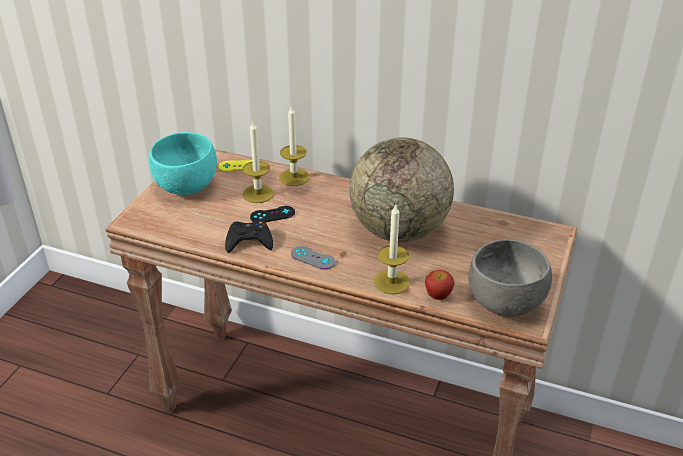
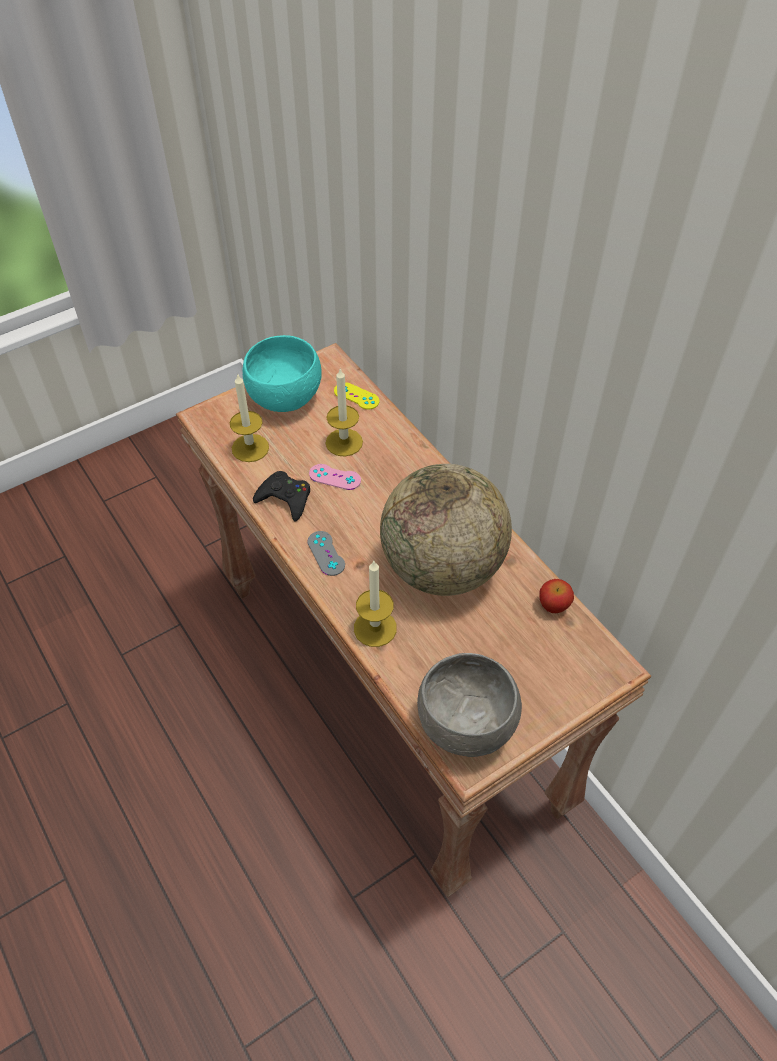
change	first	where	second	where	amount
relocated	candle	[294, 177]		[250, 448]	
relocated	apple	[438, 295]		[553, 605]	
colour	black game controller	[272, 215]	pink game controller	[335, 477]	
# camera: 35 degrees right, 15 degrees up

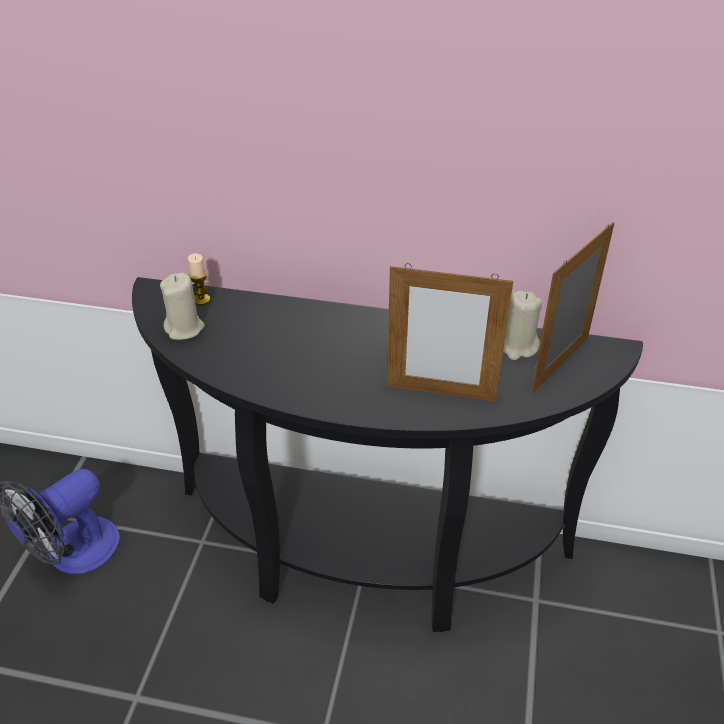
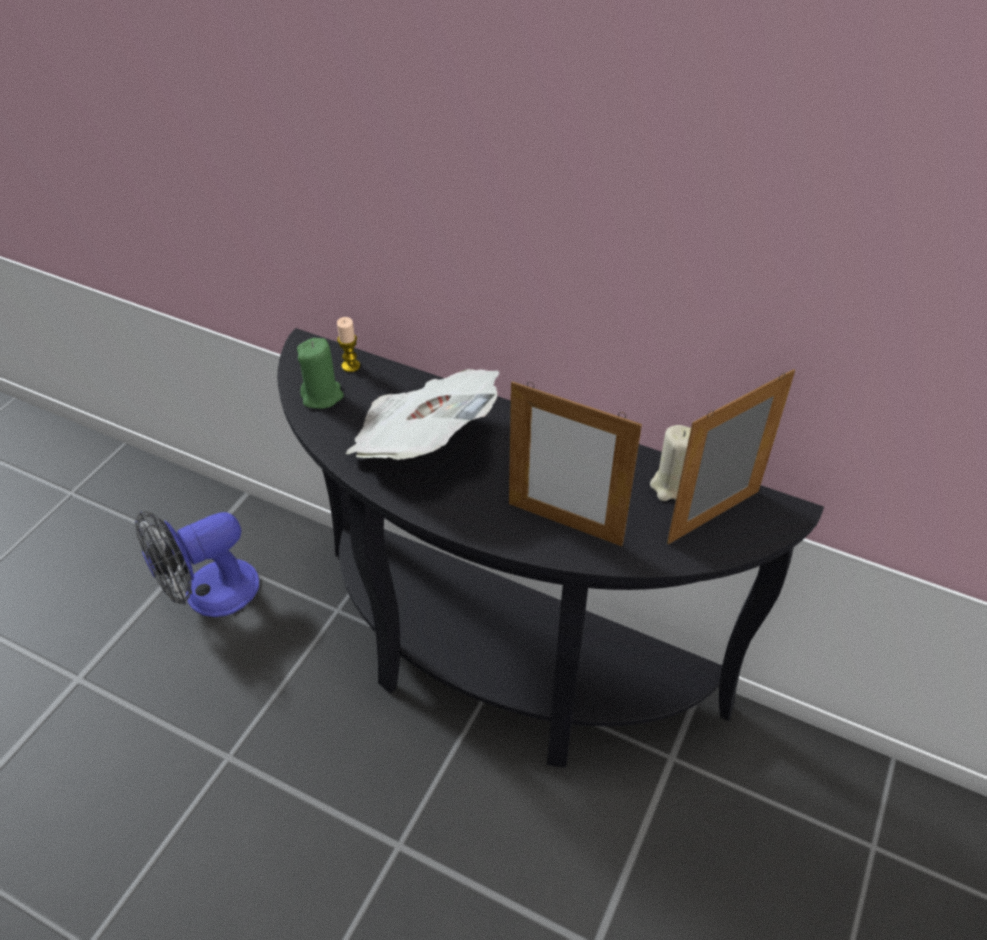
change	first	where	second	where	amount
appeared			newspaper	[423, 442]	
colour	beige candle	[185, 328]	green candle	[322, 396]	
# camera: 15 degrees right, 5 degrees up

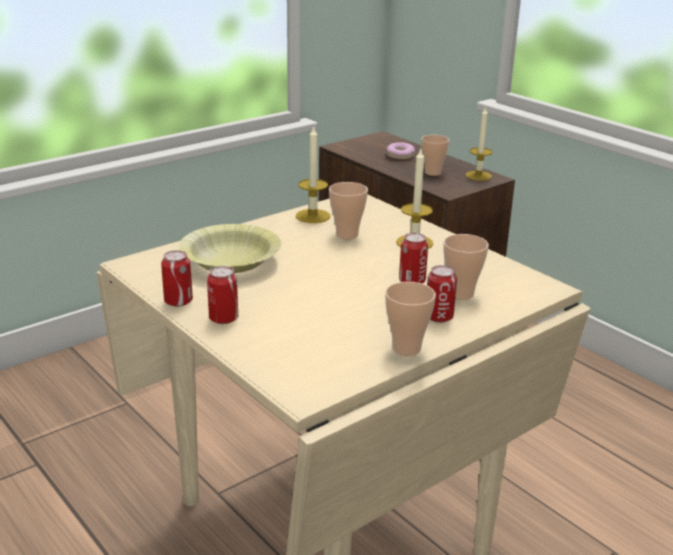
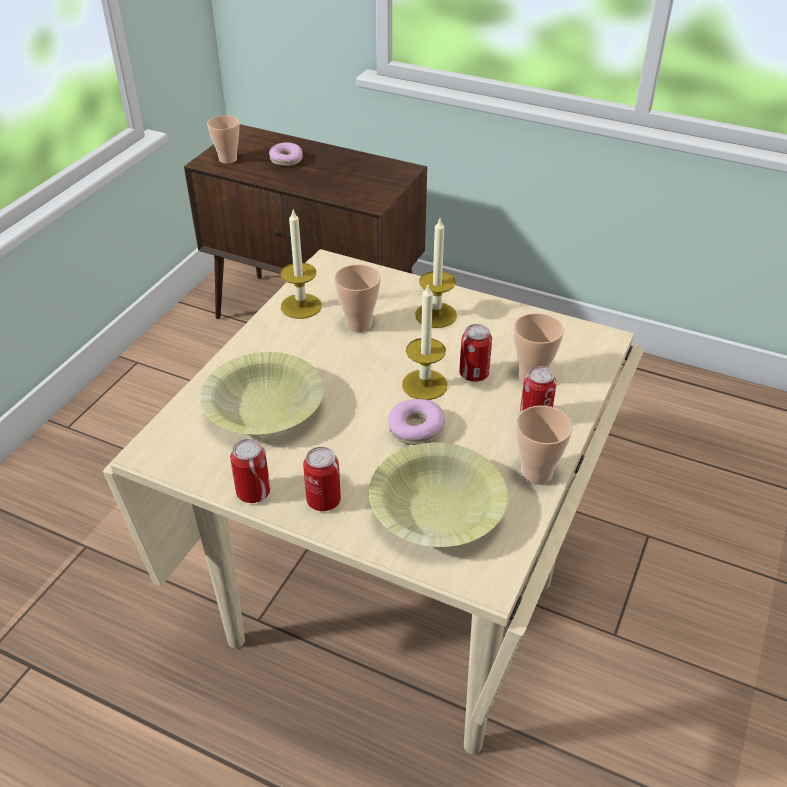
change	first	where	second	where	amount
appeared			yellow bowl	[436, 509]	
appeared			donut	[416, 429]	
relocated	cup	[432, 173]		[228, 159]	
relocated	candle	[478, 176]		[424, 385]	
# camera: 25 degrees left, 15 degrees up

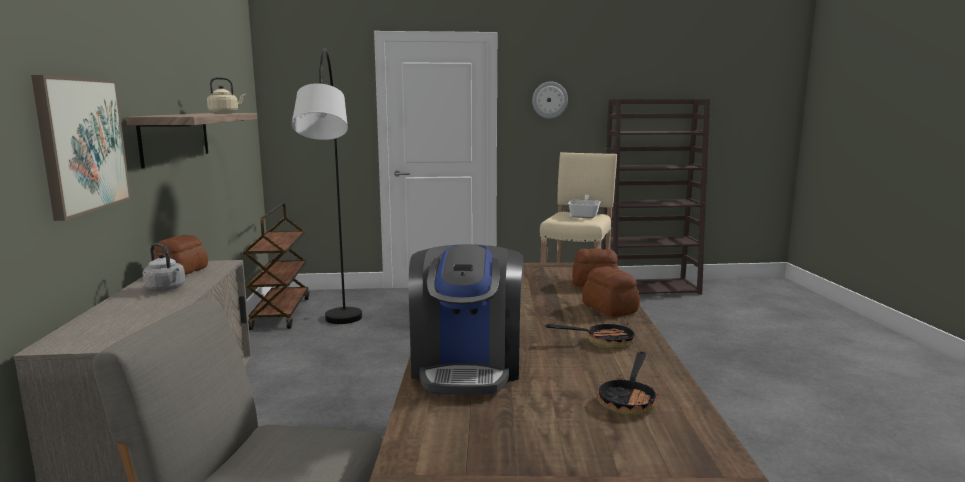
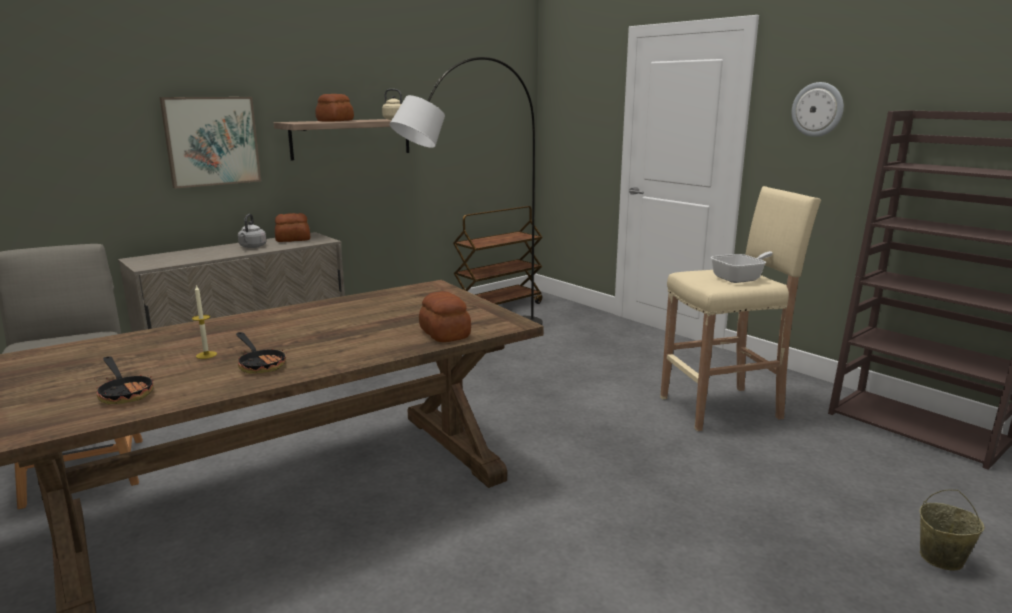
change	first	where	second	where	amount
missing	coffee machine	[467, 366]			
appeared			candle	[206, 355]	
appeared			beige bucket	[940, 558]	
relocated	bread	[609, 309]		[334, 121]	
spun	frying pan	[629, 400]		[125, 393]	120 degrees counterclockwise
# camera: 55 degrees right, 5 degrees up

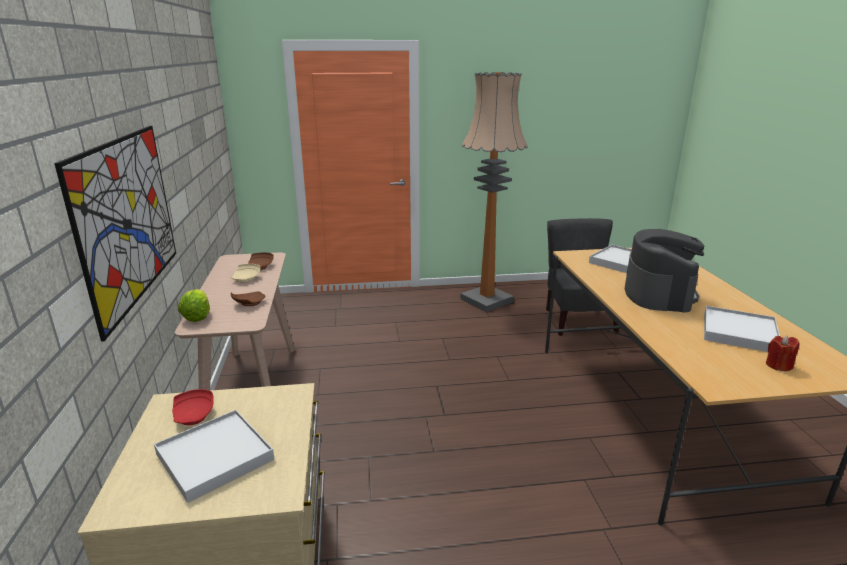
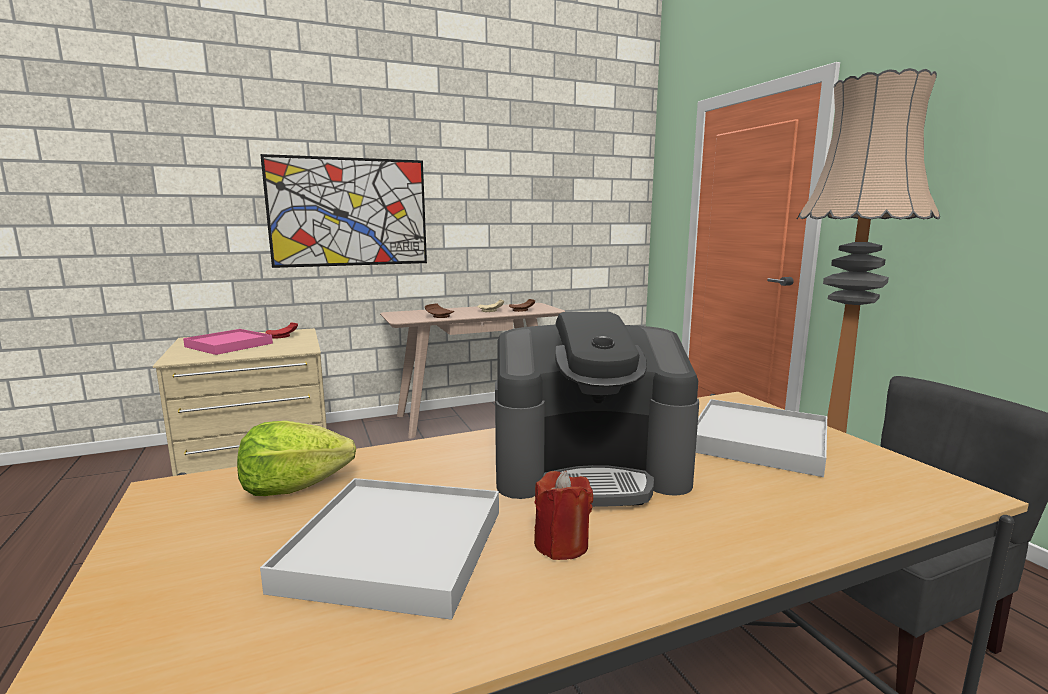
change	first	where	second	where	amount
relocated	lettuce	[197, 316]		[294, 486]	
relocated	red candle	[778, 365]		[561, 544]	
colour	white tray	[215, 457]	pink tray	[229, 345]	
# camera: 75 degrees right, 10 degrees down

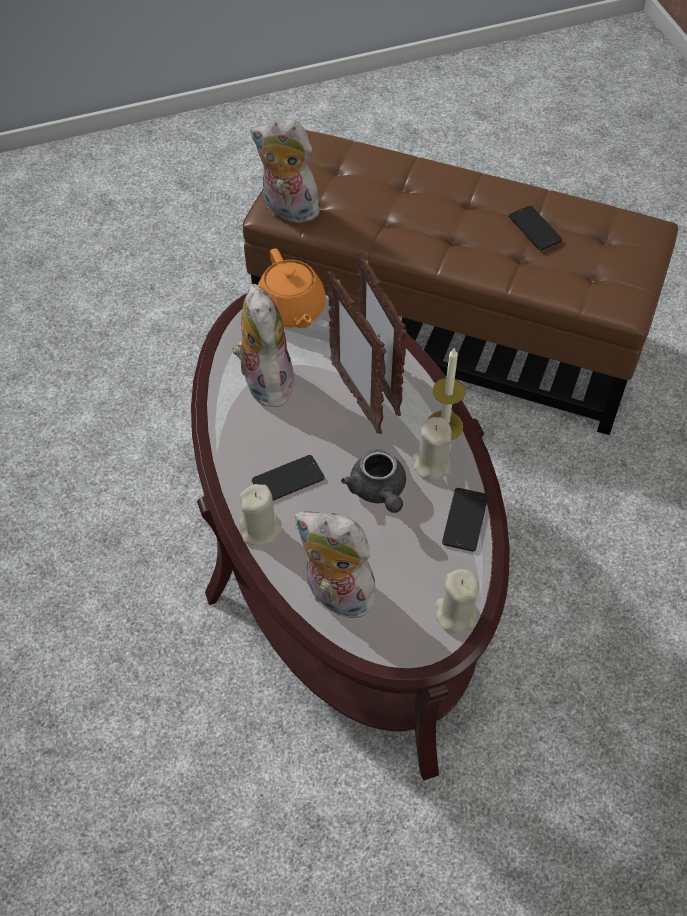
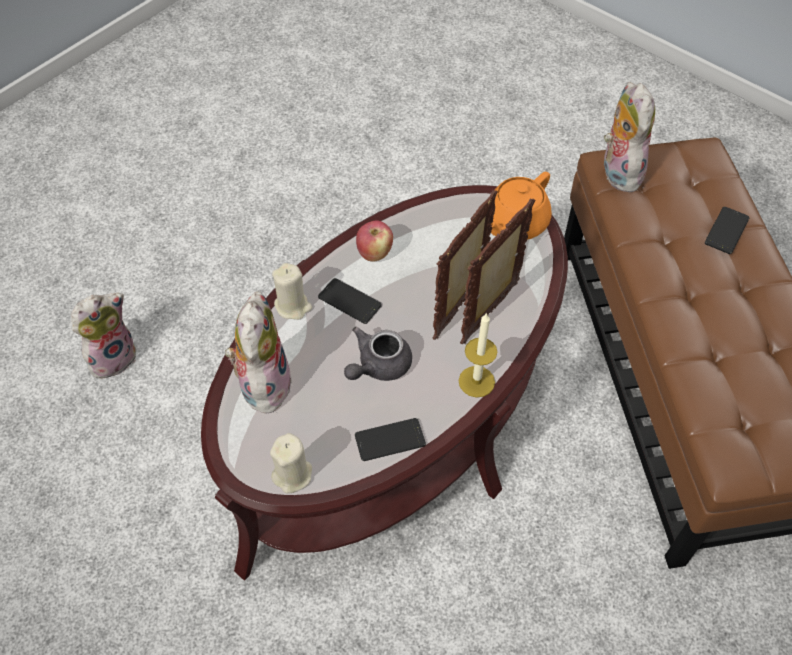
change	first	where	second	where	amount
missing	beige candle	[431, 464]			
appeared			apple	[374, 253]	
relocated	plush toy	[264, 382]		[113, 356]	
relocated	phone	[535, 228]		[726, 230]	
# camera: 60 degrees right, 0 degrees up

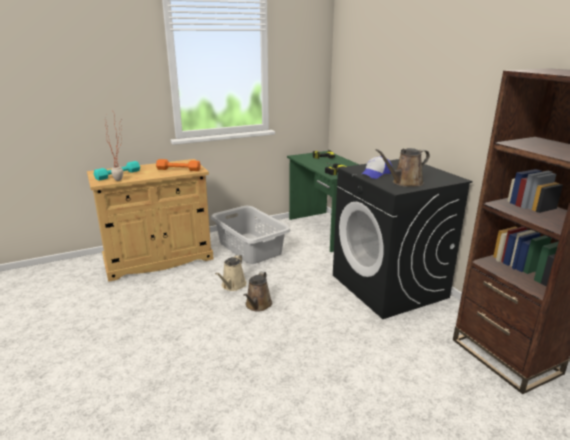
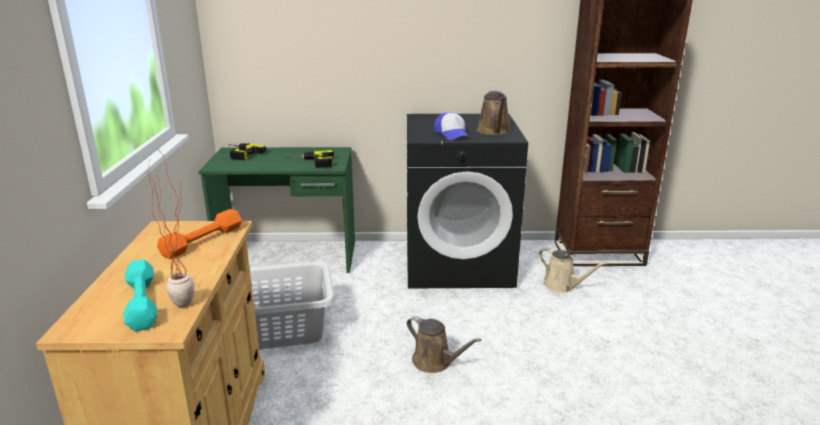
change	first	where	second	where	amount
relocated	beige watering can	[232, 285]		[562, 285]	
# camera: 65 degrees left, 0 degrees up

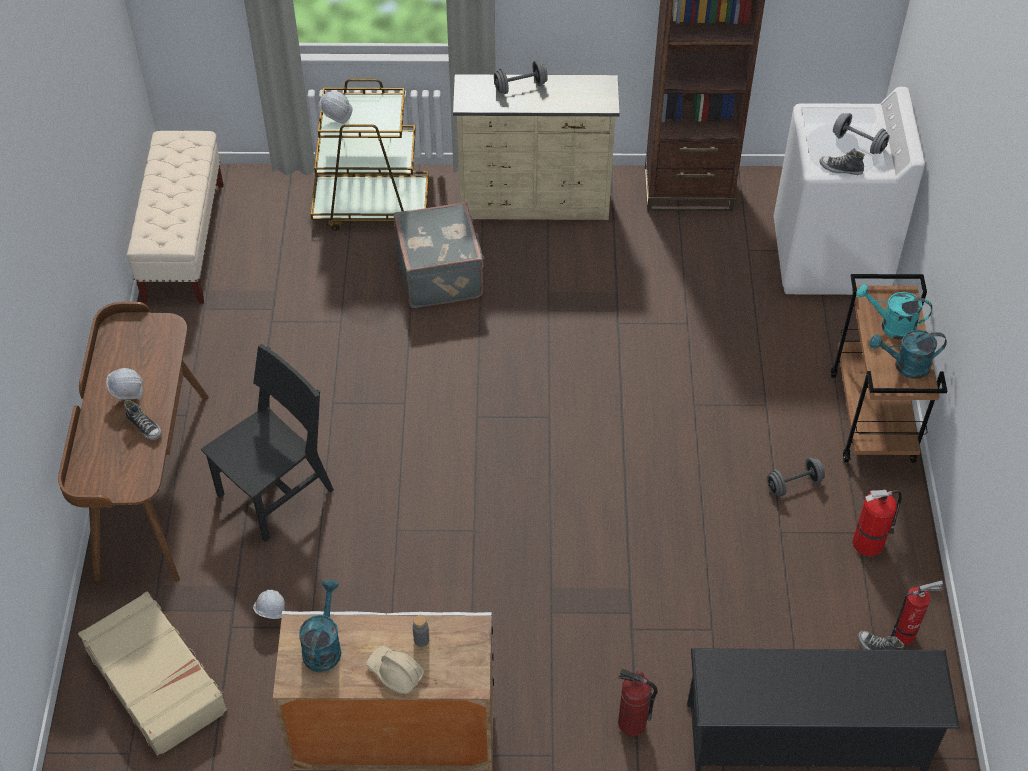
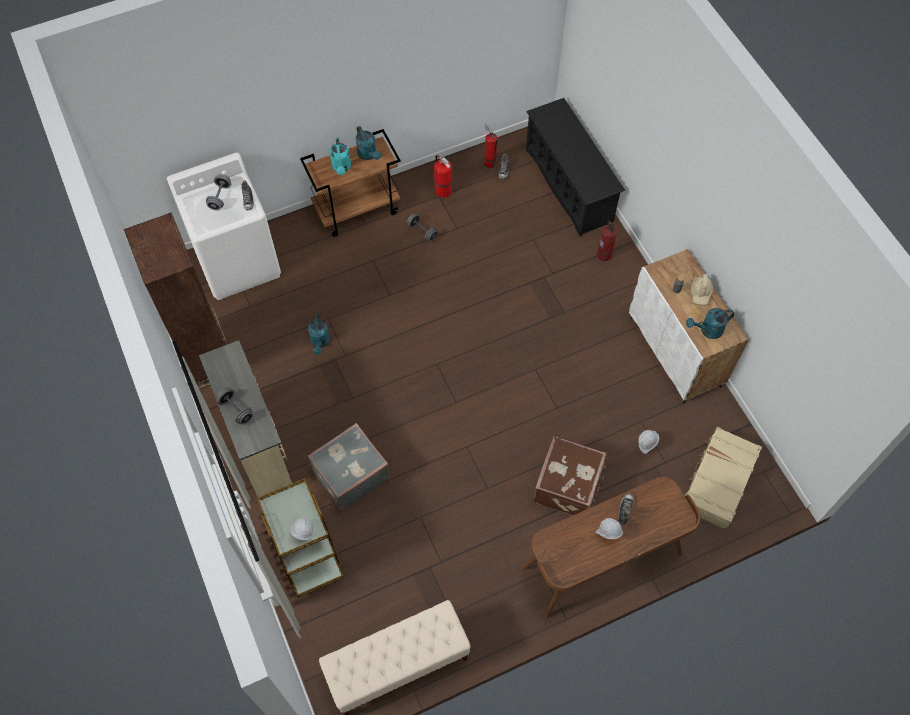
change	first	where	second	where	amount
appeared			turquoise watering can	[320, 342]	
exchanged	black chair	[276, 493]	brown suitcase	[568, 486]	
# camera: 115 degrees left, 10 degrees up

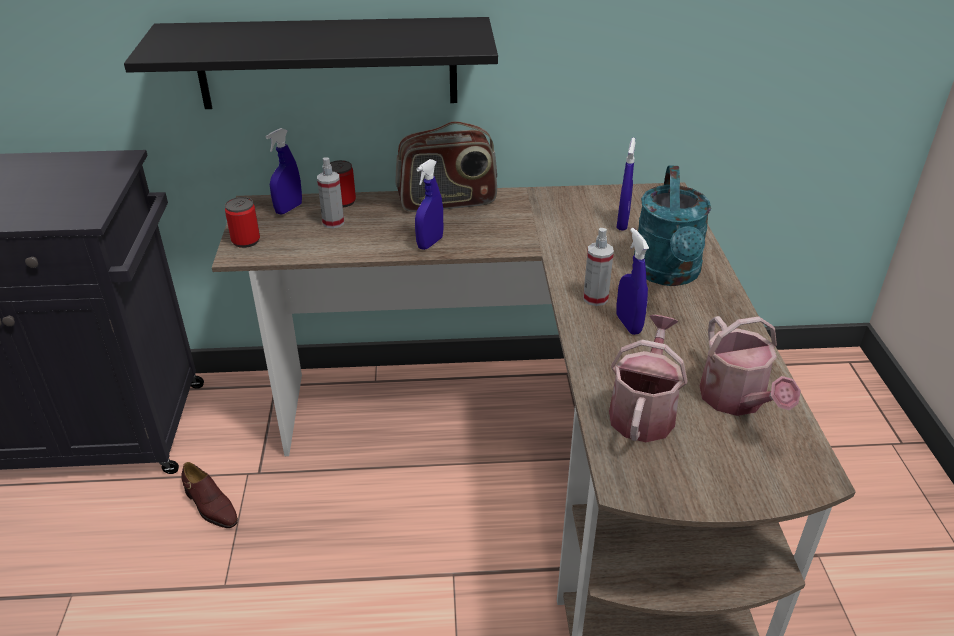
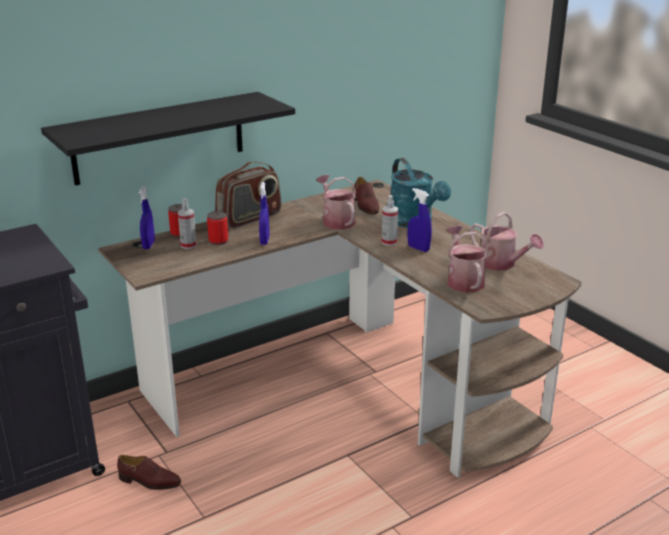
change	first	where	second	where	amount
appeared			watering can	[336, 220]	
relocated	can	[246, 241]		[218, 241]	
exchanged	blue spray bottle	[622, 223]	brown shoe	[365, 206]	
# camera: 30 degrees left, 10 degrees down

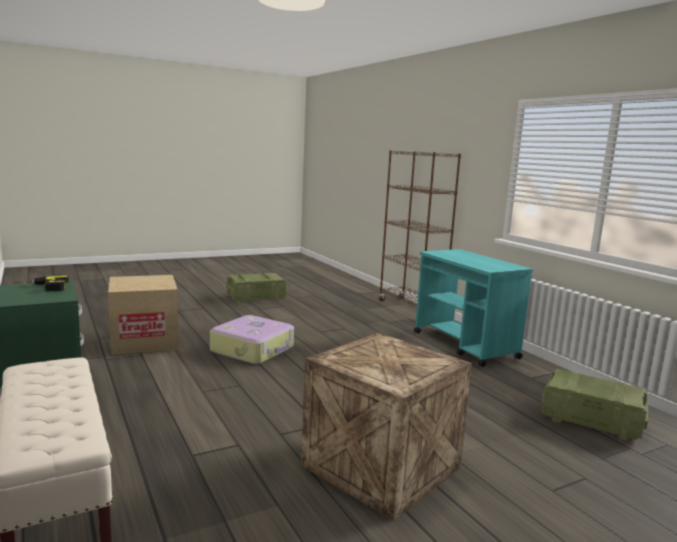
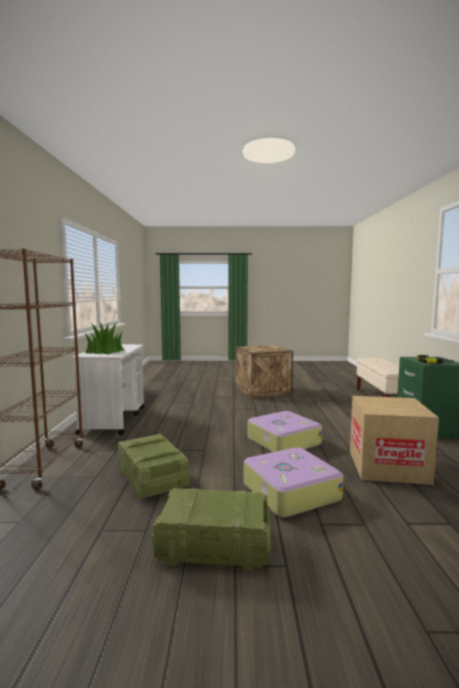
change	first	where	second	where	amount
appeared			potted plant	[105, 351]	
appeared			suitcase	[289, 491]	
relocated	crate	[592, 419]		[151, 478]	
colour	turquoise cart	[465, 345]	white cart	[114, 420]	
# camera: 150 degrees left, 5 degrees down

